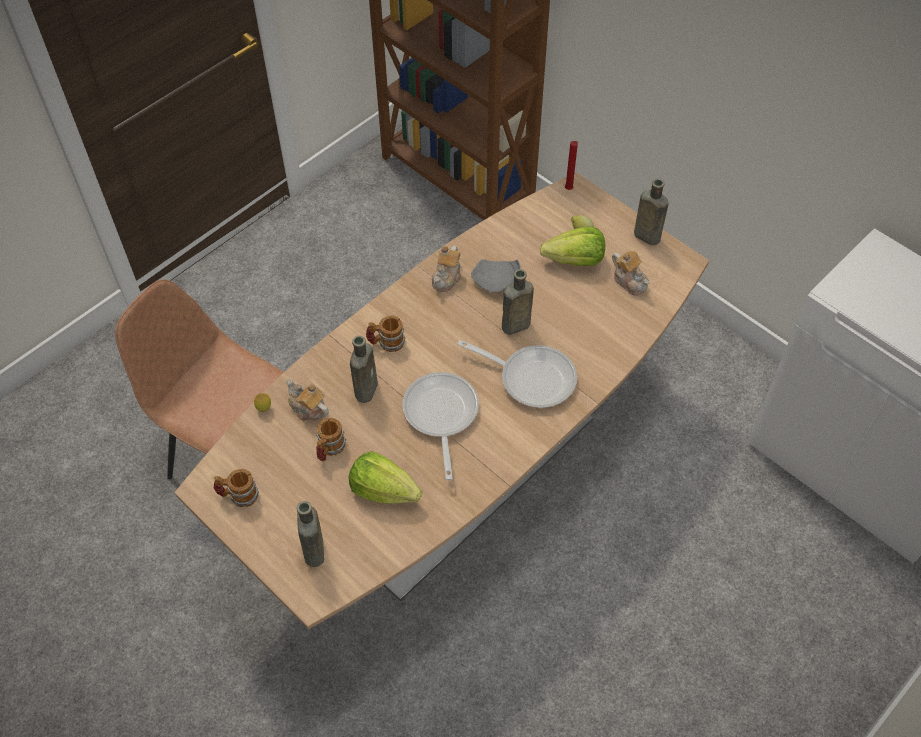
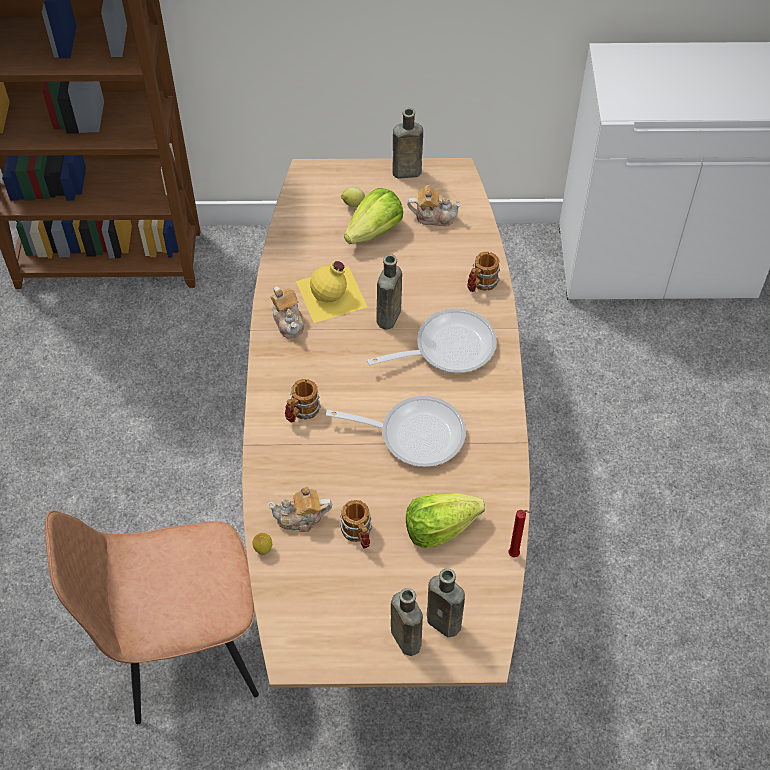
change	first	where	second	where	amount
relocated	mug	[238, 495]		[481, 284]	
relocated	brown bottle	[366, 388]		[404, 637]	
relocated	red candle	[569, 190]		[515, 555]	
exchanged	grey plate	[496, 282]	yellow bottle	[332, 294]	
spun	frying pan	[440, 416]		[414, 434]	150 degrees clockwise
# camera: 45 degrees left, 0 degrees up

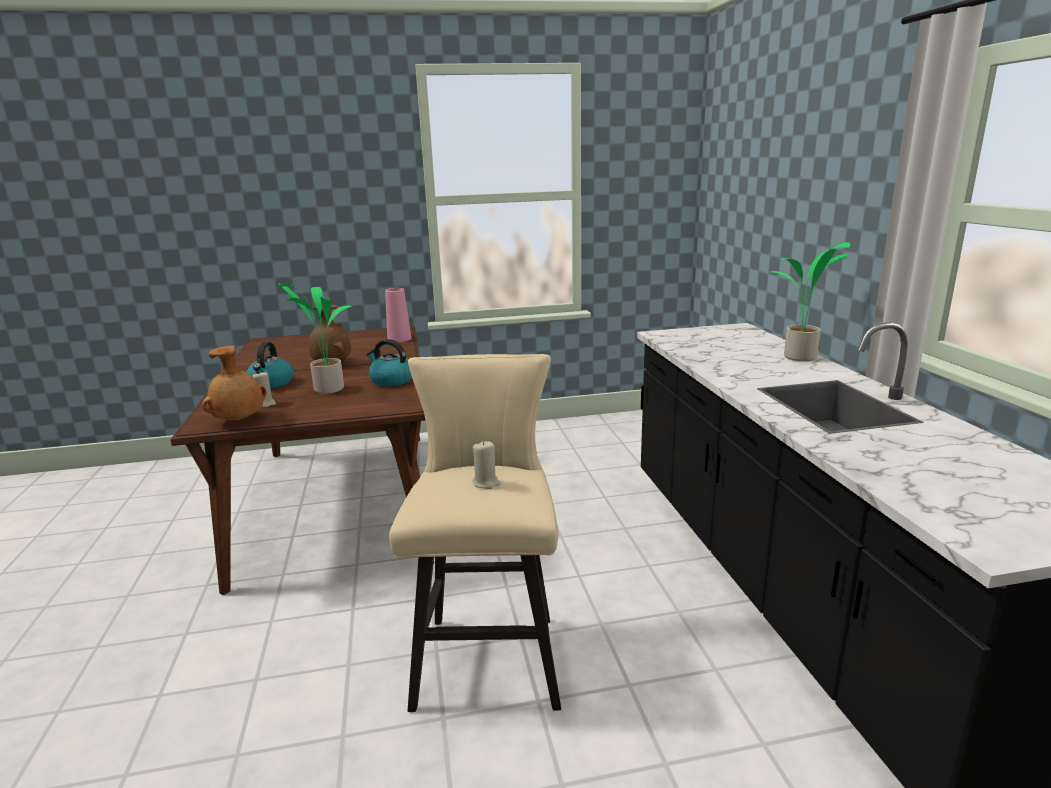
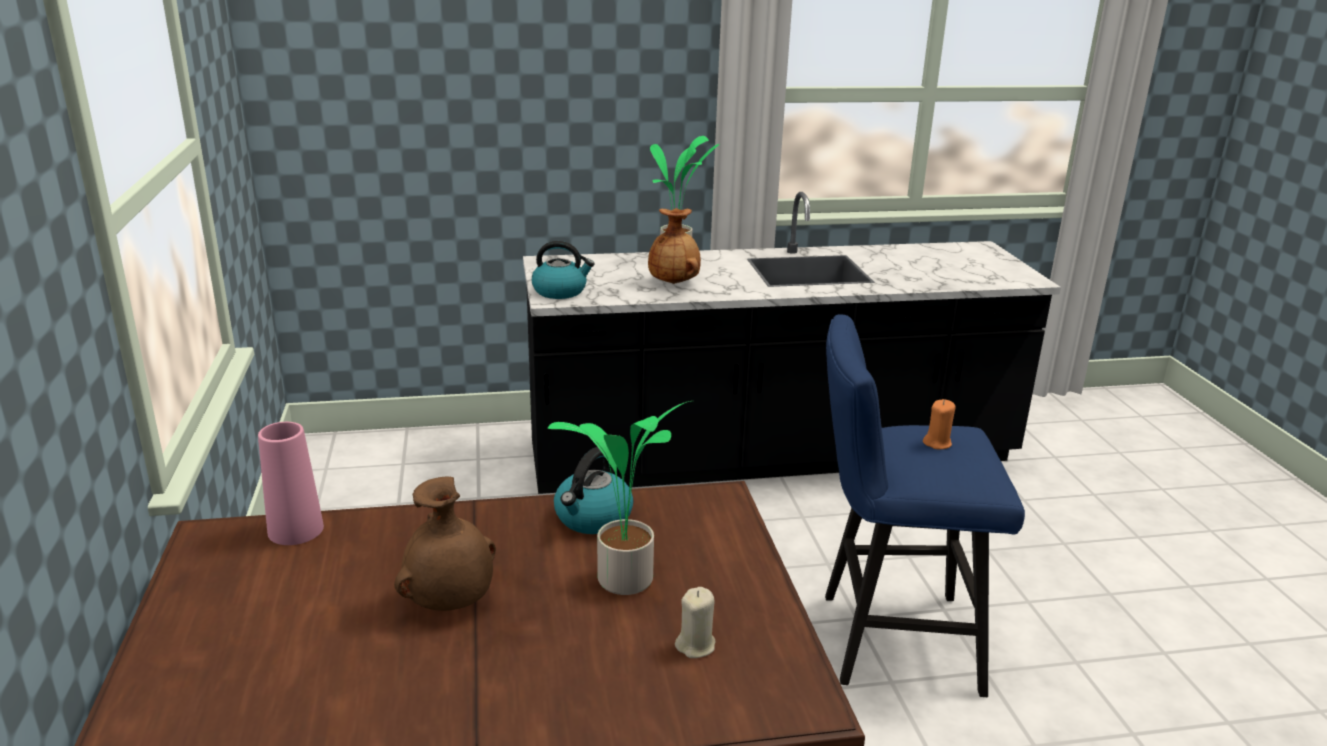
change	first	where	second	where	amount
relocated	brown vase	[240, 420]		[674, 283]	
relocated	kettle	[271, 383]		[560, 291]	
colour	beige stool	[489, 653]	blue stool	[886, 640]	
colour	beige candle	[486, 483]	orange candle	[937, 443]	
# camera: 90 degrees left, 5 degrees up

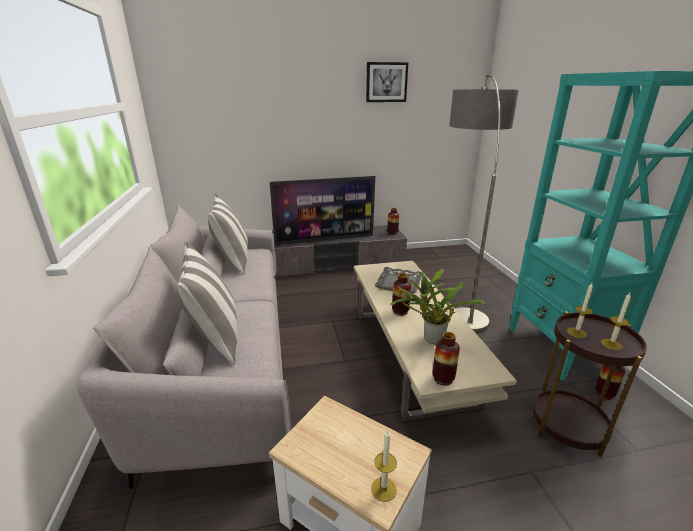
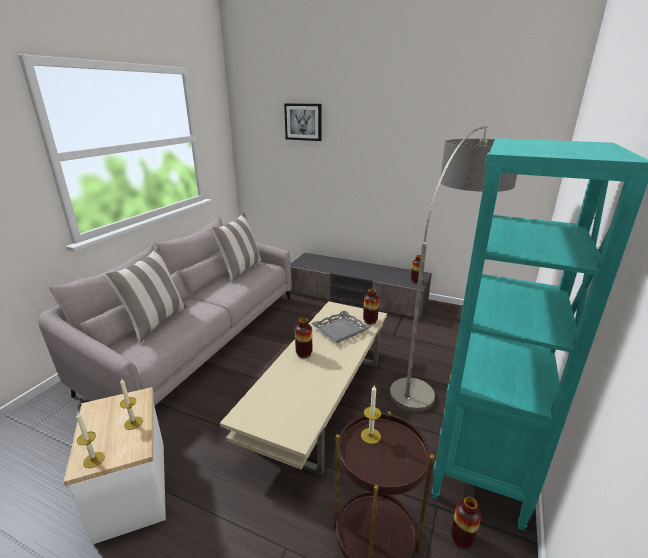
change	first	where	second	where	amount
missing	television	[325, 239]			
missing	potted plant	[430, 339]			
relocated	picture	[386, 82]		[303, 122]	
relocated	vase	[443, 379]		[370, 321]	
relocated	candle	[611, 344]		[133, 423]	
# camera: 35 degrees right, 0 degrees up

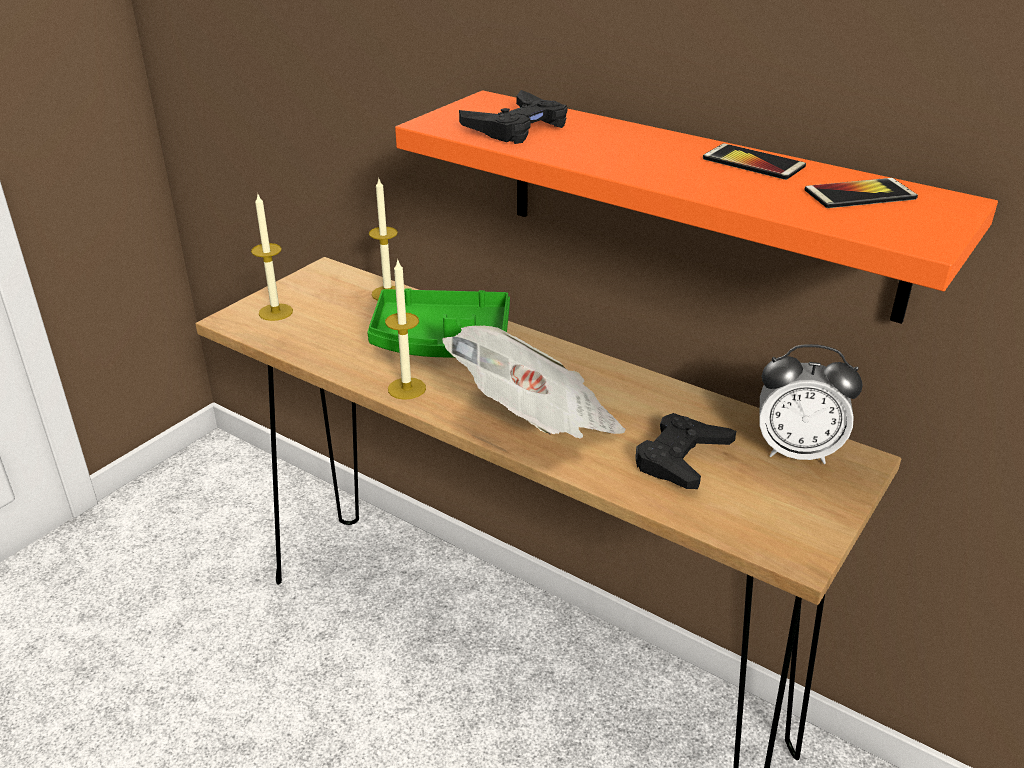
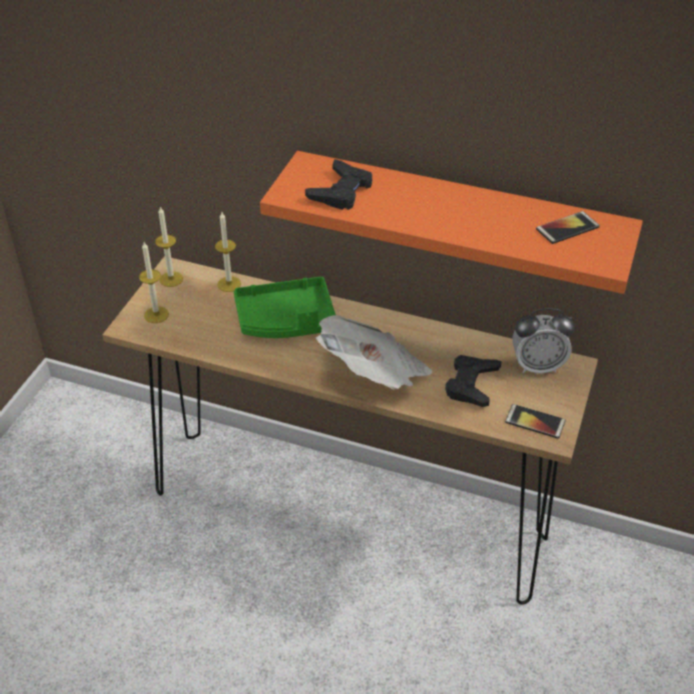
change	first	where	second	where	amount
relocated	candle	[406, 388]		[171, 279]	
relocated	phone	[753, 163]		[535, 422]	
# camera: 15 degrees left, 10 degrees up

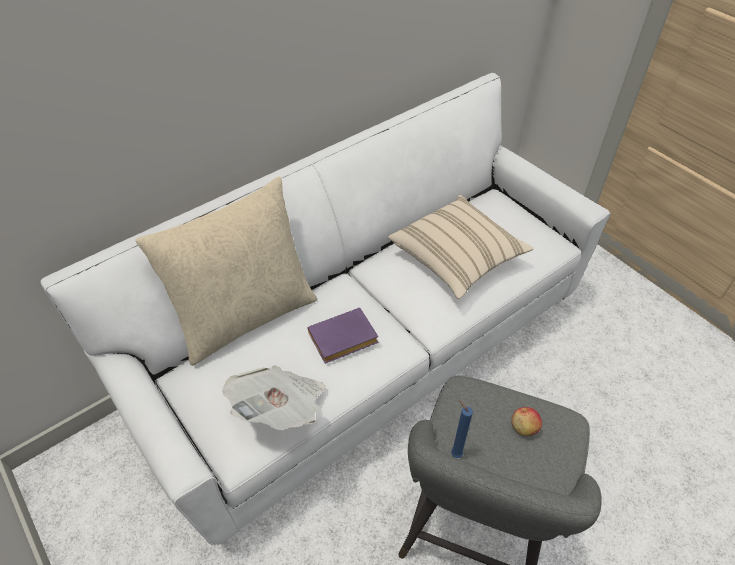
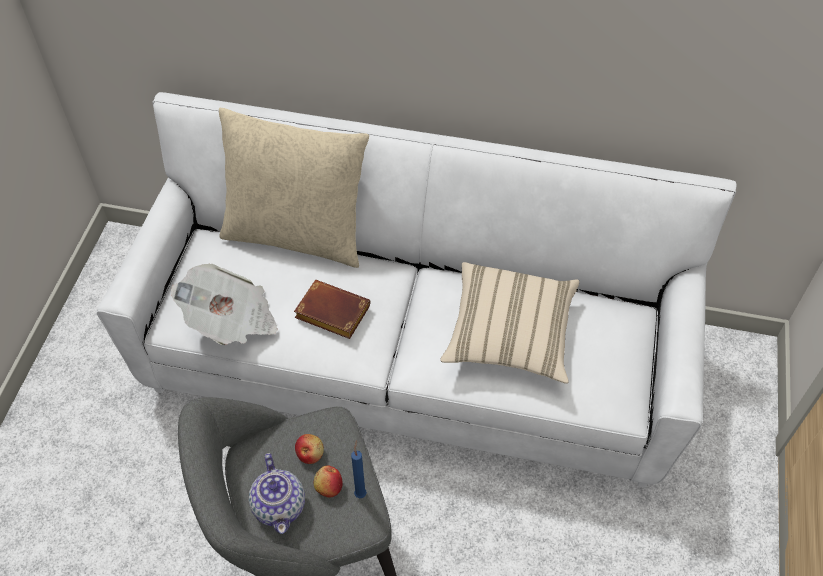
change	first	where	second	where	amount
appeared			teapot	[279, 505]	
appeared			apple	[310, 453]	
relocated	blue candle	[454, 453]		[360, 492]	
colour	purple book	[342, 341]	brown book	[330, 313]	
# camera: 50 degrees right, 5 degrees up

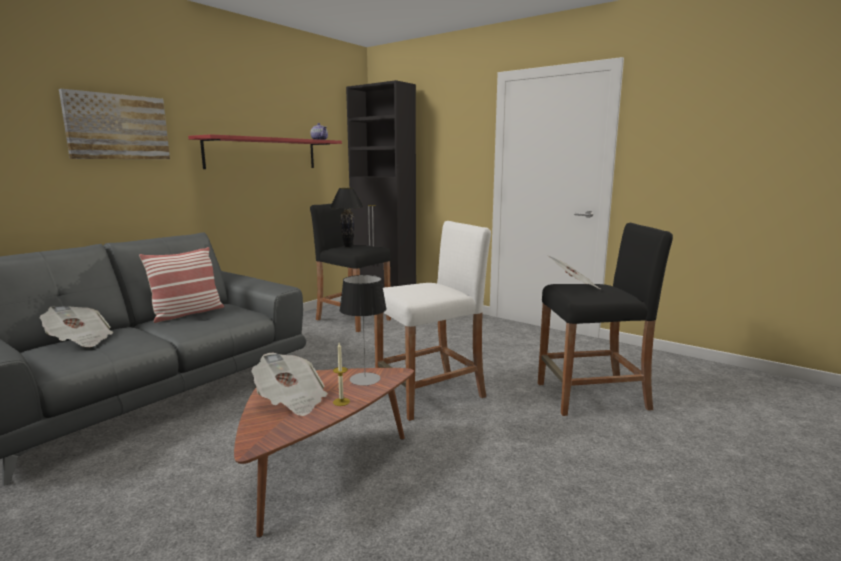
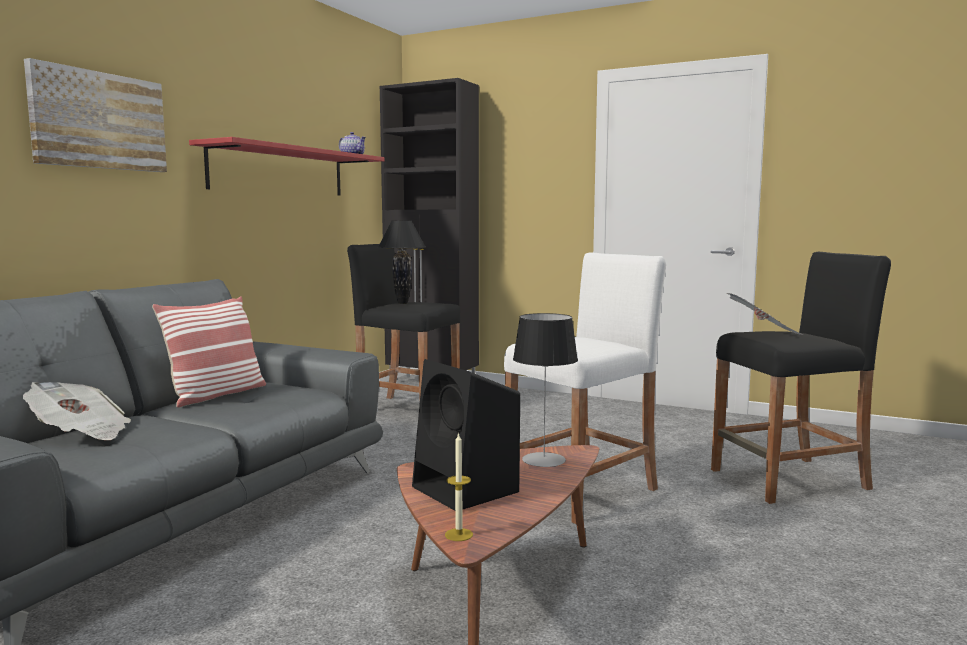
change	first	where	second	where	amount
relocated	candle	[341, 402]		[459, 534]	
exchanged	newspaper	[291, 400]	black speaker	[467, 490]	
# camera: 10 degrees left, 5 degrees down

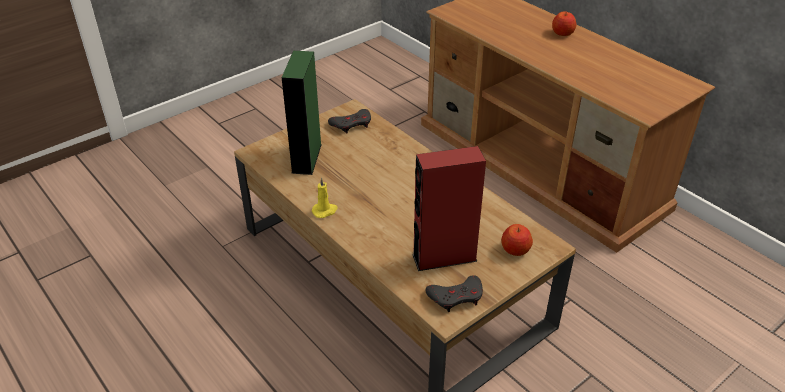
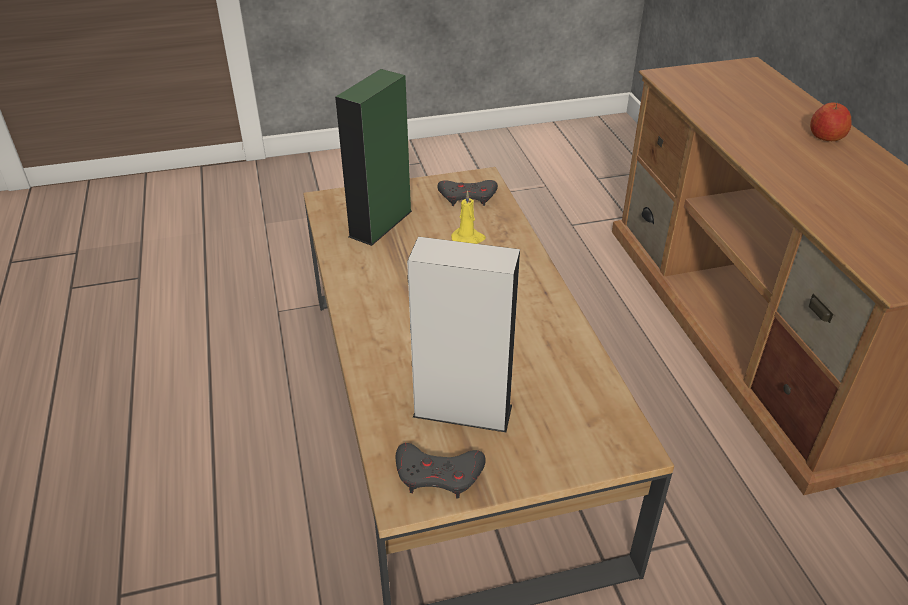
change	first	where	second	where	amount
missing	apple	[515, 250]			
relocated	yellow candle	[325, 211]		[468, 238]	
colour	red speaker	[444, 257]	grey speaker	[462, 410]	
# camera: 25 degrees right, 0 degrees up

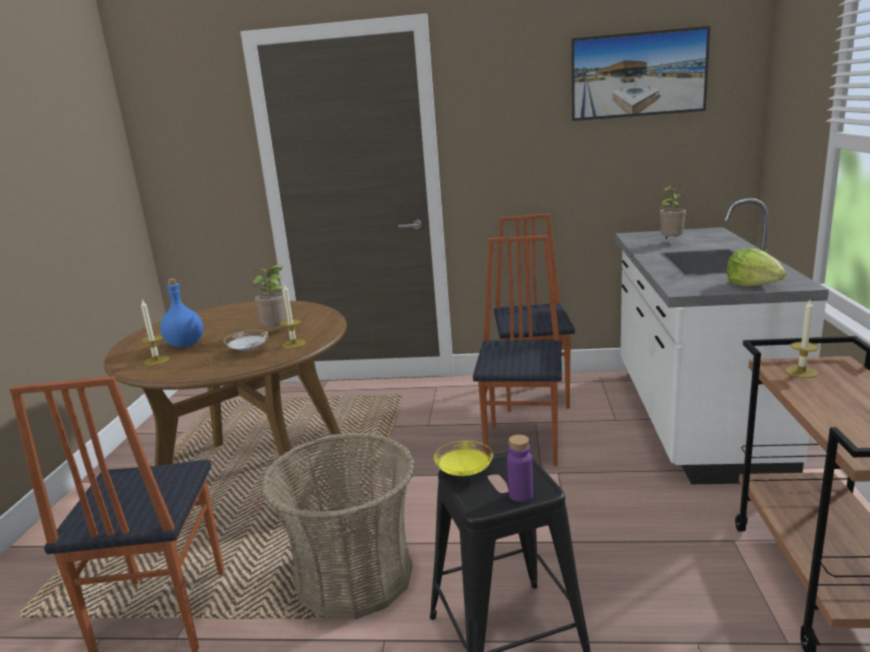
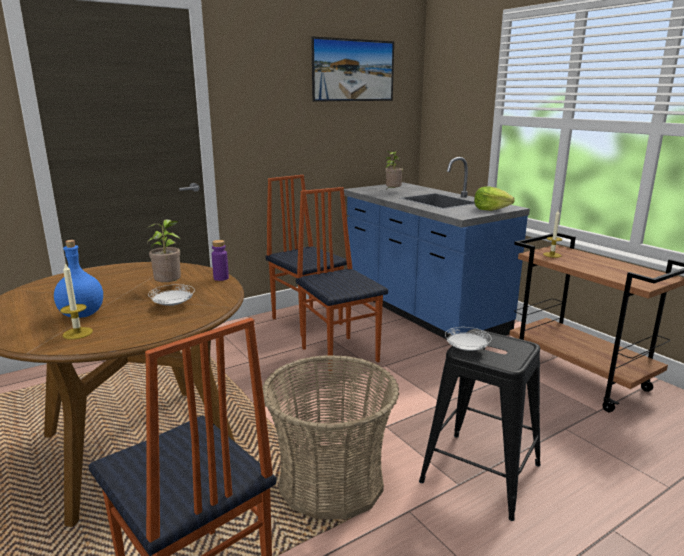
change	first	where	second	where	amount
missing	candle	[293, 344]			
relocated	purple bottle	[521, 495]		[221, 278]	
colour	yellow plate	[464, 472]	white plate	[466, 349]	
colour	white counter	[691, 417]	blue counter	[421, 312]	
# camera: 40 degrees left, 0 degrees up

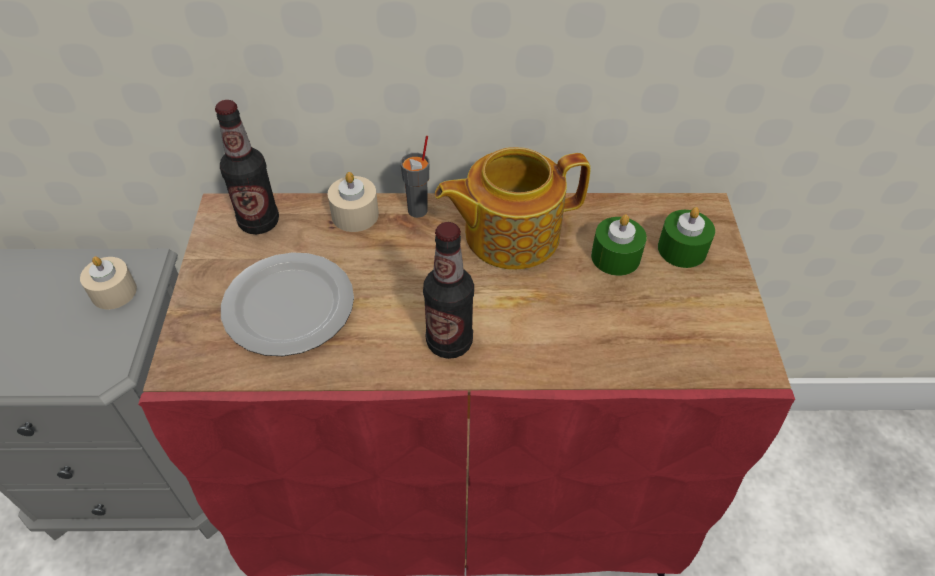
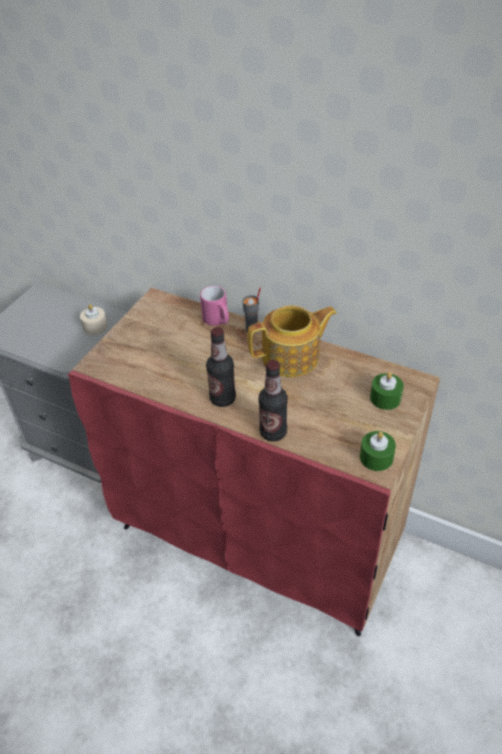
change	first	where	second	where	amount
missing	plate	[290, 305]			
relocated	bottle	[259, 222]		[273, 432]	
relocated	green candle	[615, 257]		[376, 457]	
exchanged	beige candle	[355, 215]	pink mug	[218, 321]	
spun	teapot	[509, 234]		[292, 357]	150 degrees clockwise
# camera: 30 degrees right, 5 degrees down

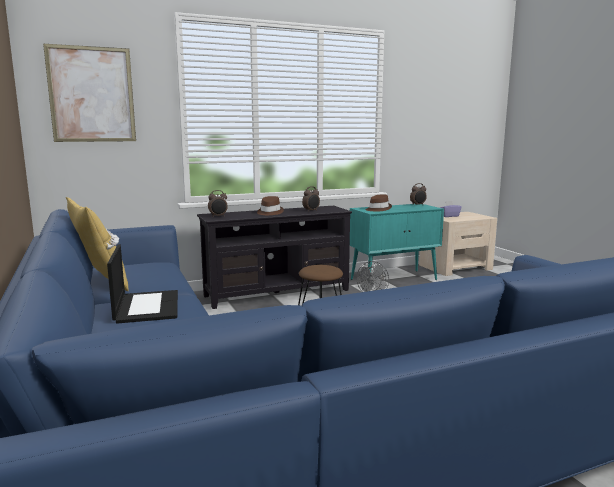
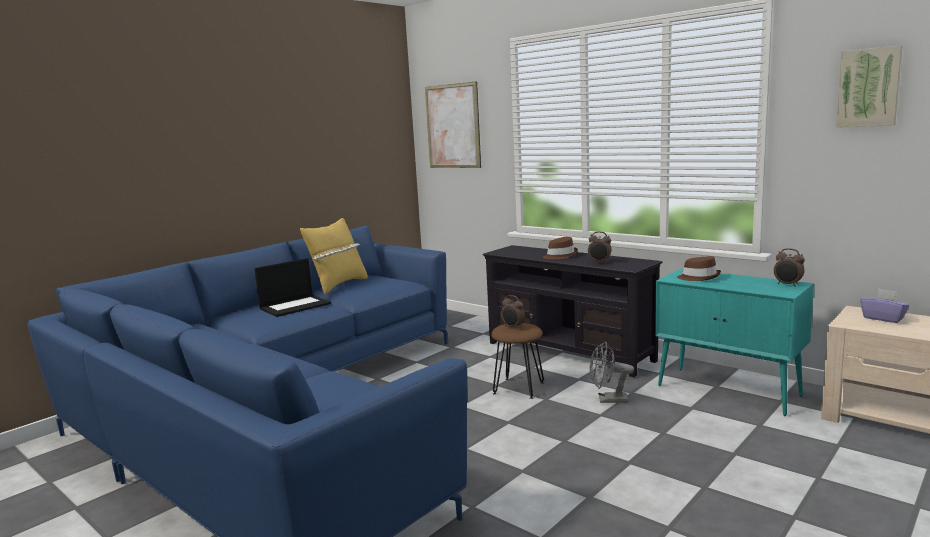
change	first	where	second	where	amount
appeared			picture	[869, 87]	
relocated	alarm clock	[218, 216]		[513, 327]	
# camera: 65 degrees right, 0 degrees up

